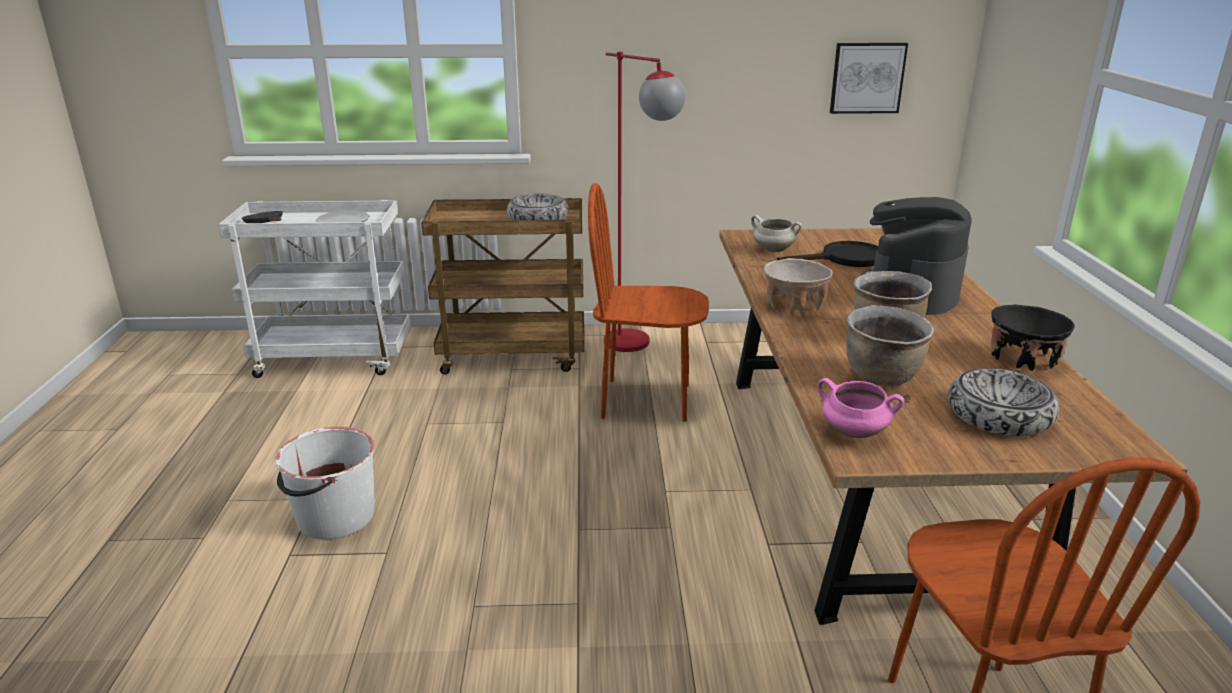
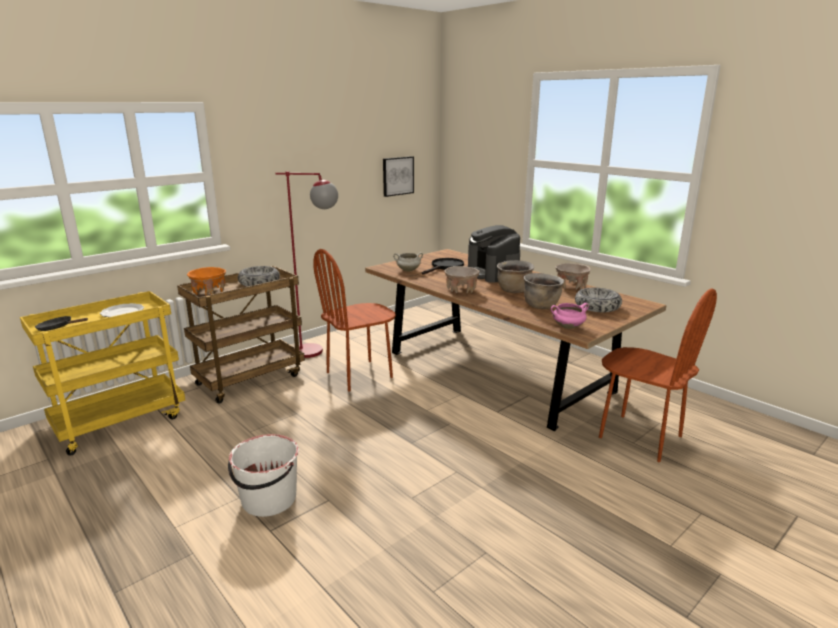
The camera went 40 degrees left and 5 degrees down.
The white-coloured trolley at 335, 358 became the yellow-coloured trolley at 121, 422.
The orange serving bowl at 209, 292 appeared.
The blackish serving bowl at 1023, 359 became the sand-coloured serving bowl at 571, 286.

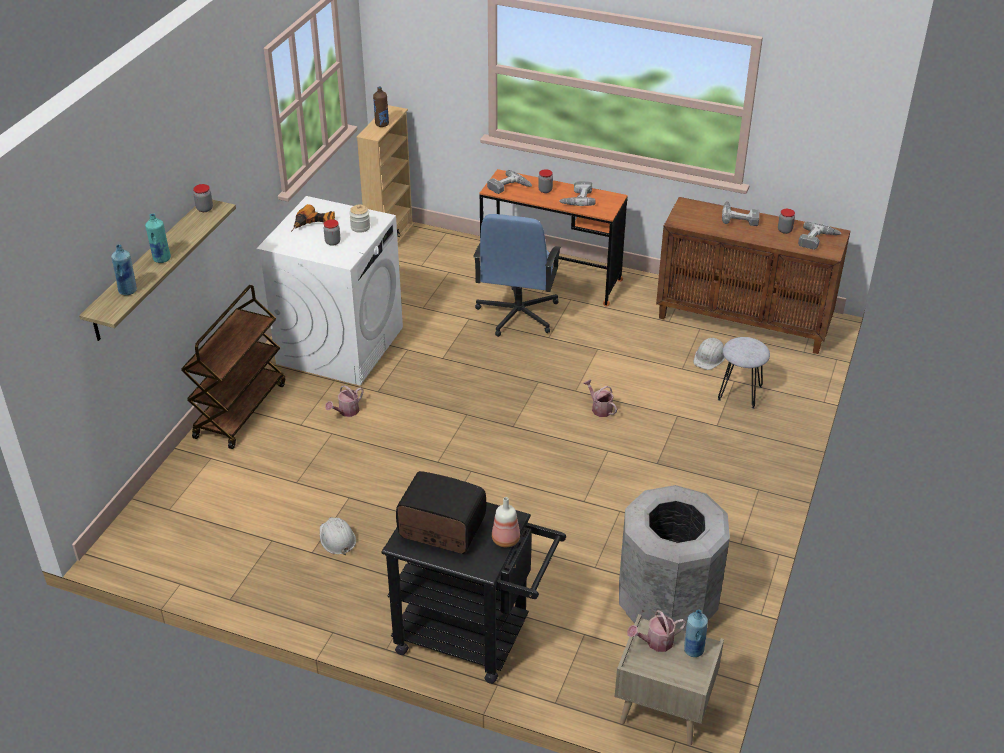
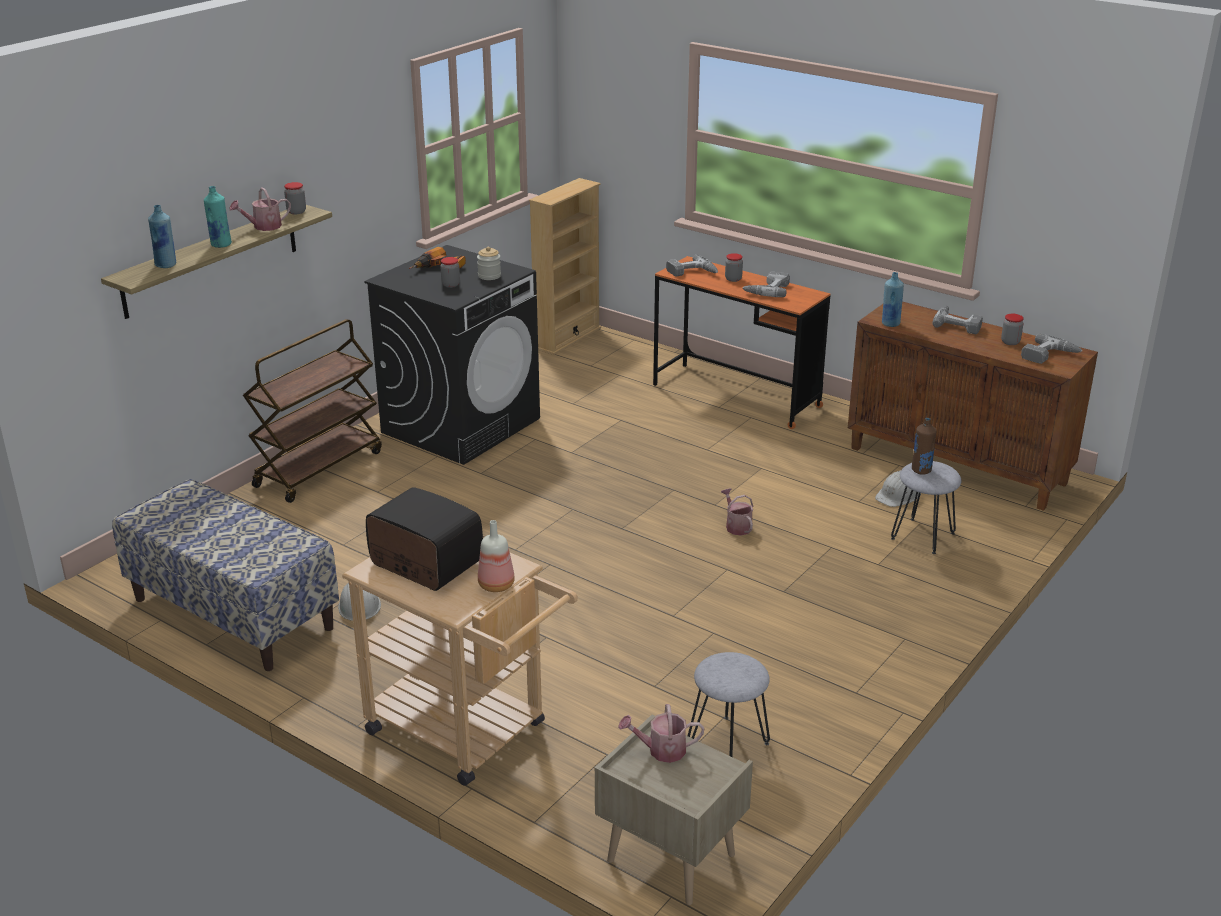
The camera went 15 degrees right and 10 degrees down.
The indoor bench at 232, 614 appeared.
The watering can moved from 346, 411 to 263, 227.
The blackish trolley at 474, 637 became the sand-coloured trolley at 467, 733.
The white-coloured laundry appliance at 340, 345 became the blackish laundry appliance at 461, 425.
The greyish waste bin at 666, 606 was replaced by the greyish stool seat at 727, 743.
The blue-coloured beverage bottle moved from 693, 650 to 890, 324.
The brown beverage bottle moved from 382, 124 to 921, 470.
The blue-coloured desk chair at 517, 314 disappeared.

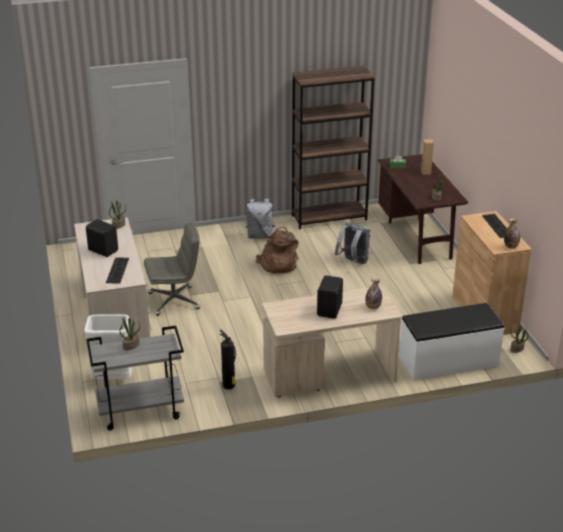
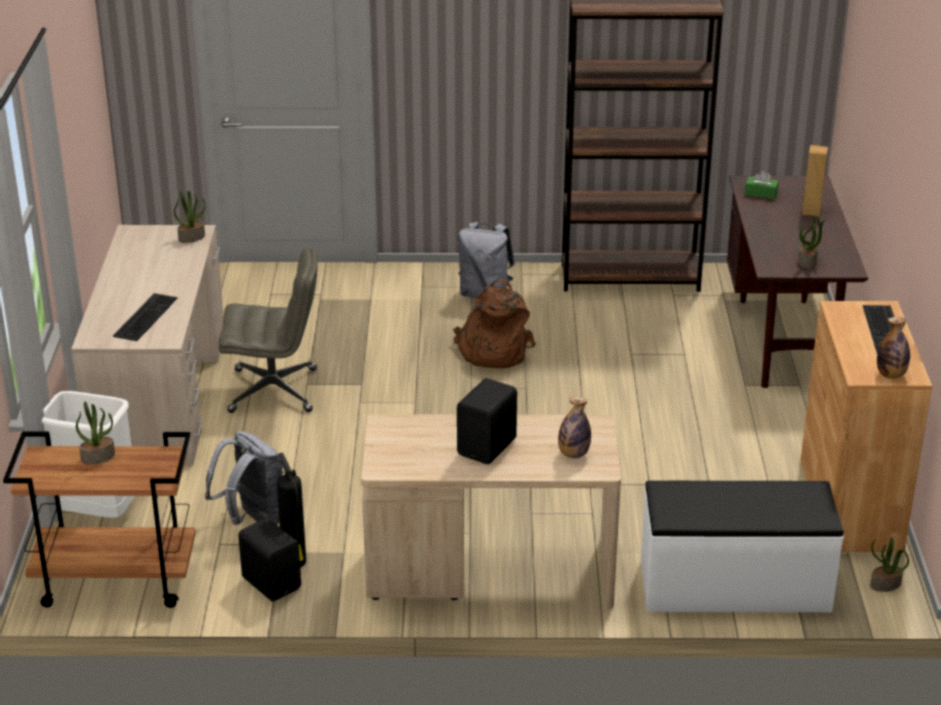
The camera went 15 degrees right and 0 degrees up.
The greyish trolley at 140, 411 became the brown trolley at 114, 582.
The greyish backpack moved from 353, 262 to 252, 519.
The blackish loudspeaker moved from 103, 250 to 272, 582.

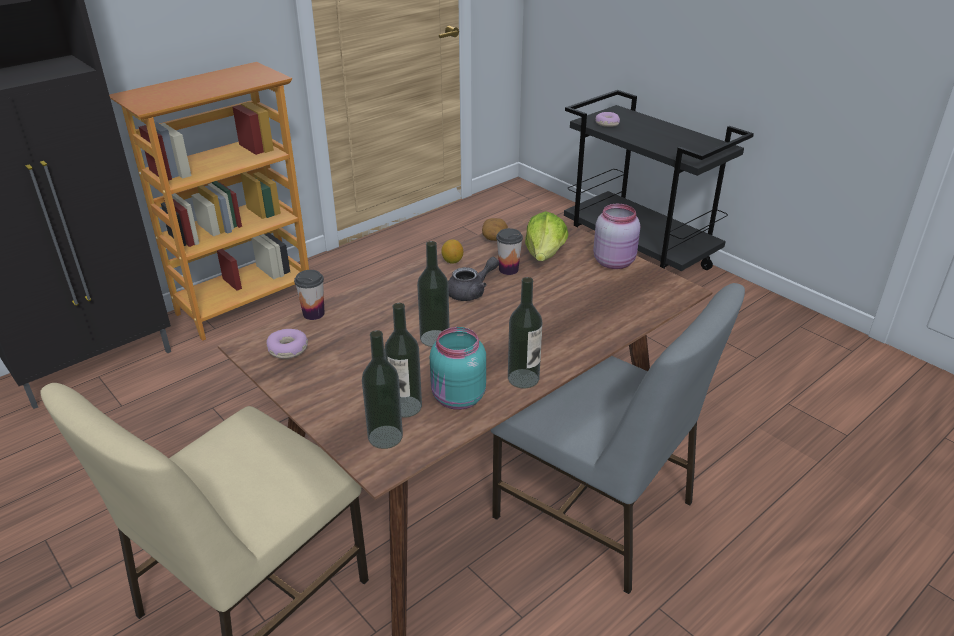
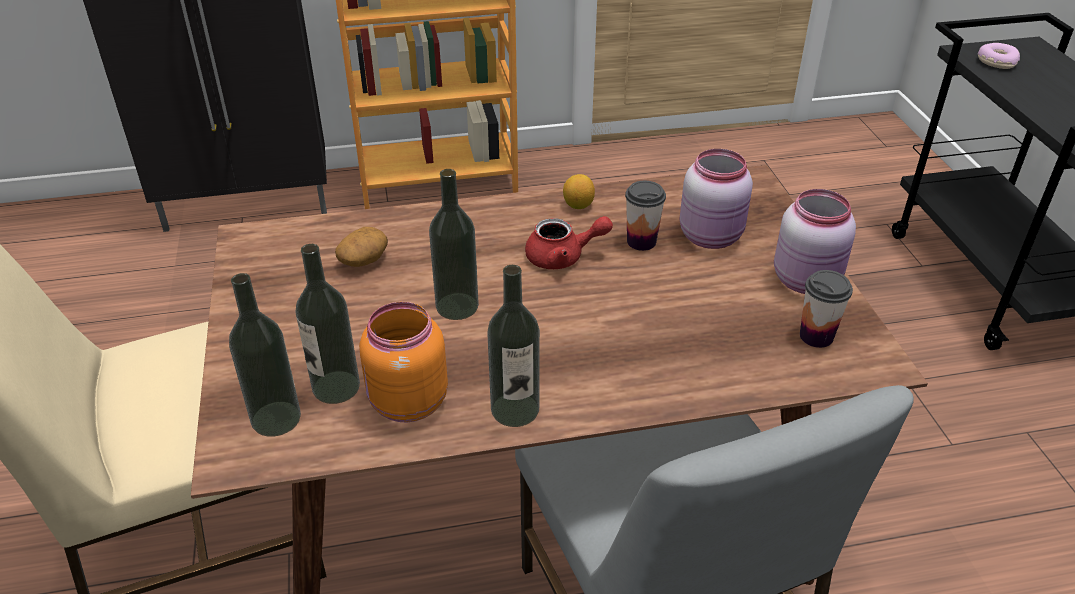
The camera went 30 degrees right and 5 degrees up.
The whole potato moved from 494, 238 to 363, 260.
The turquoise preserve jar at 457, 398 became the orange preserve jar at 406, 403.
The greyish teapot at 471, 292 became the red-coloured teapot at 563, 257.
The lettuce at 545, 255 was replaced by the pink-coloured preserve jar at 712, 236.
The cup moved from 313, 314 to 816, 336.
The doughnut at 288, 349 disappeared.

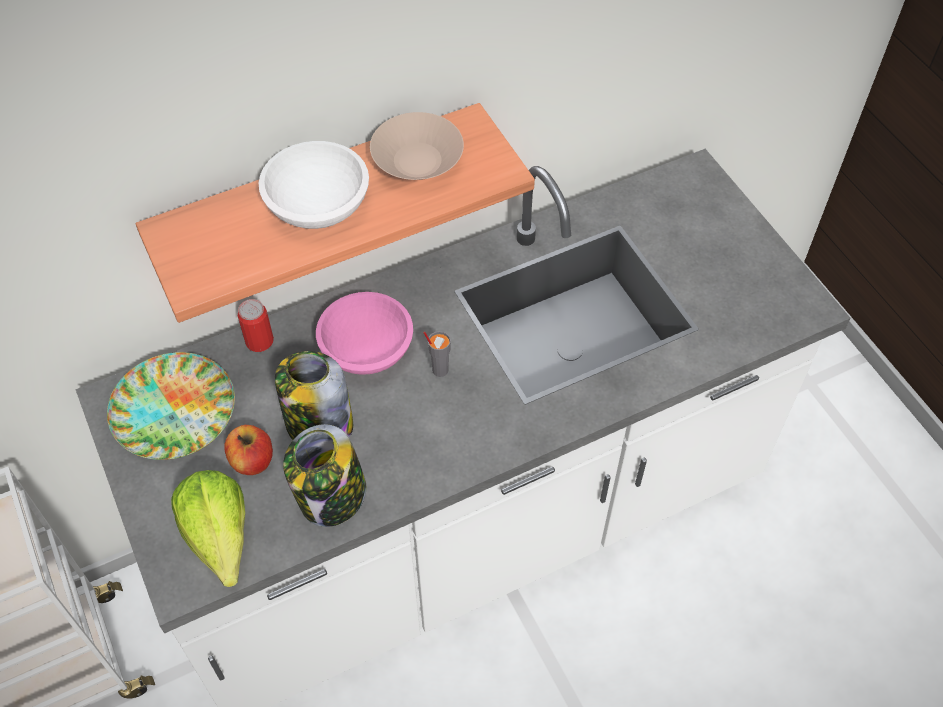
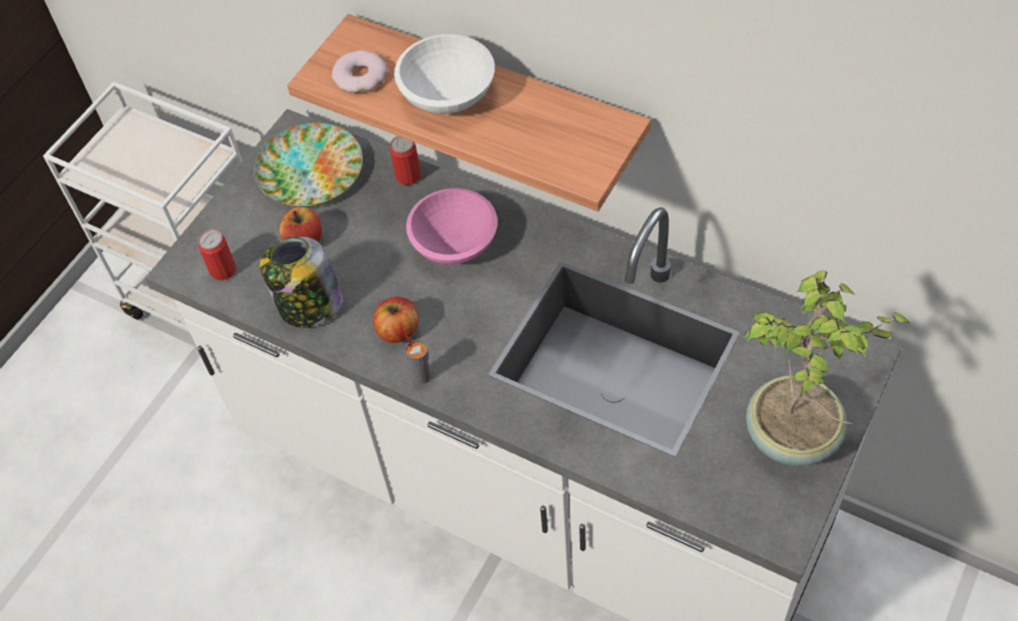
The camera went 60 degrees right and 0 degrees up.
The lettuce at 220, 548 was replaced by the metal can at 223, 270.
The doughnut at 360, 76 appeared.
The apple at 398, 330 appeared.
The greyish cup moved from 439, 370 to 422, 376.
The plant in a pot at 793, 437 appeared.
The preserve jar at 318, 424 disappeared.
The sand-coloured serving bowl at 416, 163 disappeared.

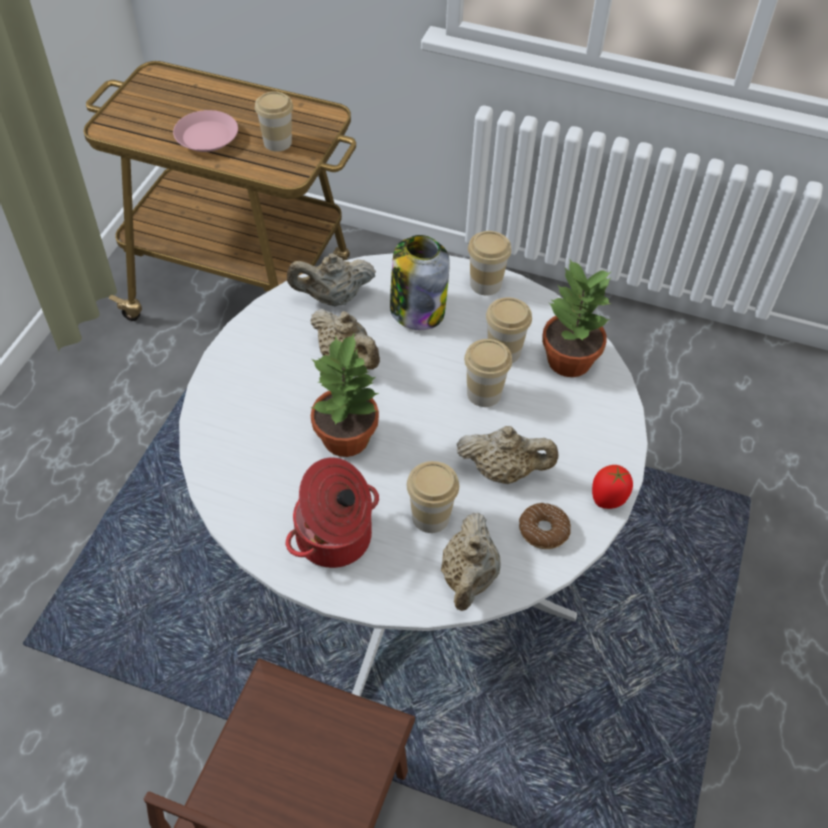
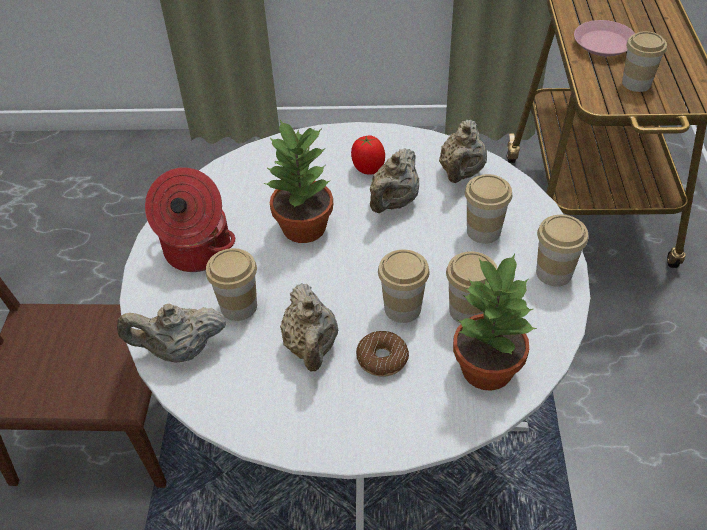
The camera went 75 degrees right and 5 degrees down.
The fresh tomato moved from 608, 499 to 368, 169.
The doughnut moved from 543, 530 to 382, 359.
The sand-coloured teapot at 333, 298 turned 135 degrees counterclockwise.
The preserve jar at 417, 309 was replaced by the cup at 483, 231.

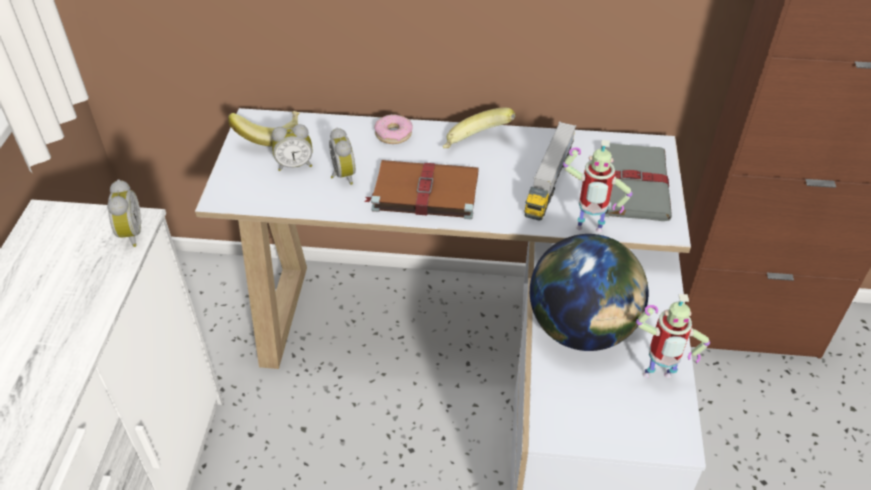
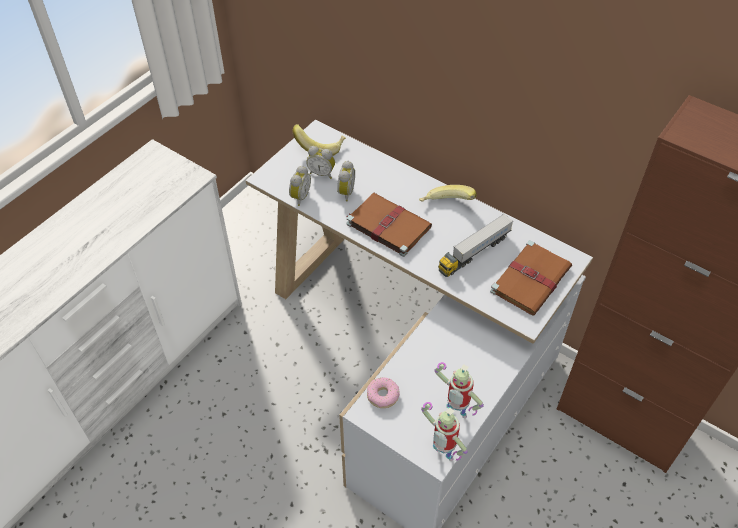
The camera went 30 degrees right and 5 degrees up.
The bedside clock moved from 129, 234 to 299, 197.
The doughnut moved from 393, 134 to 383, 395.
The robot figure moved from 588, 231 to 441, 455.
The greyish book at 633, 183 became the brown book at 531, 279.
The globe at 582, 328 disappeared.

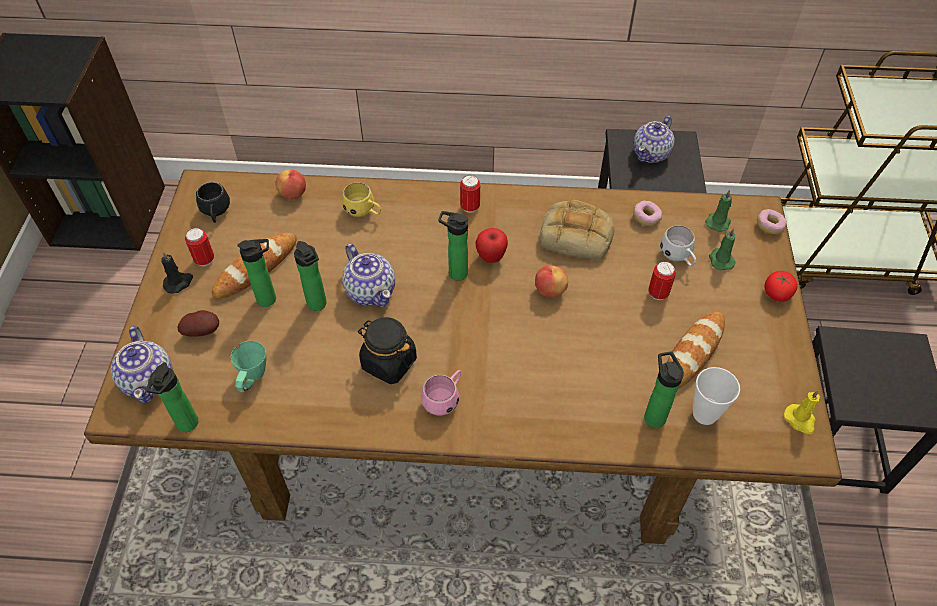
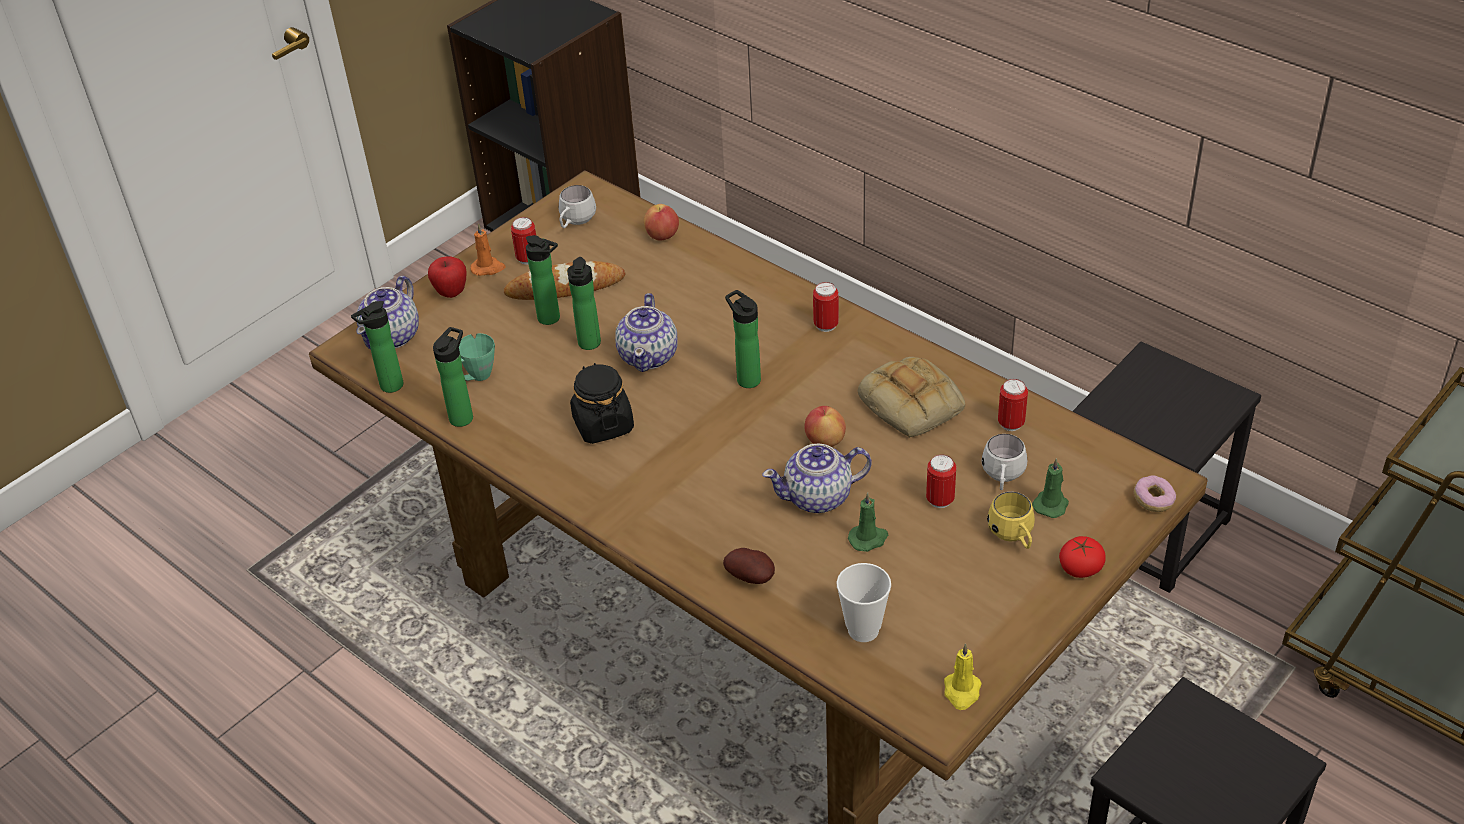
The camera went 40 degrees right and 10 degrees down.
The apple moved from 491, 257 to 451, 293.
The beverage bottle moved from 653, 415 to 463, 416.
The blackish wax candle at 178, 282 became the orange wax candle at 488, 268.
The blackish tea mug at 216, 214 became the white-coloured tea mug at 575, 223.
The whole potato moved from 203, 330 to 752, 577.
The teapot moved from 651, 153 to 819, 497.
The greenish wax candle moved from 718, 222 to 868, 539.
The yellow-coloured tea mug moved from 364, 212 to 1013, 537.
The doughnut at 646, 218 was replaced by the metal can at 1011, 424.
The pink-coloured tea mug at 444, 399 disappeared.
The bakery bread at 692, 353 disappeared.

